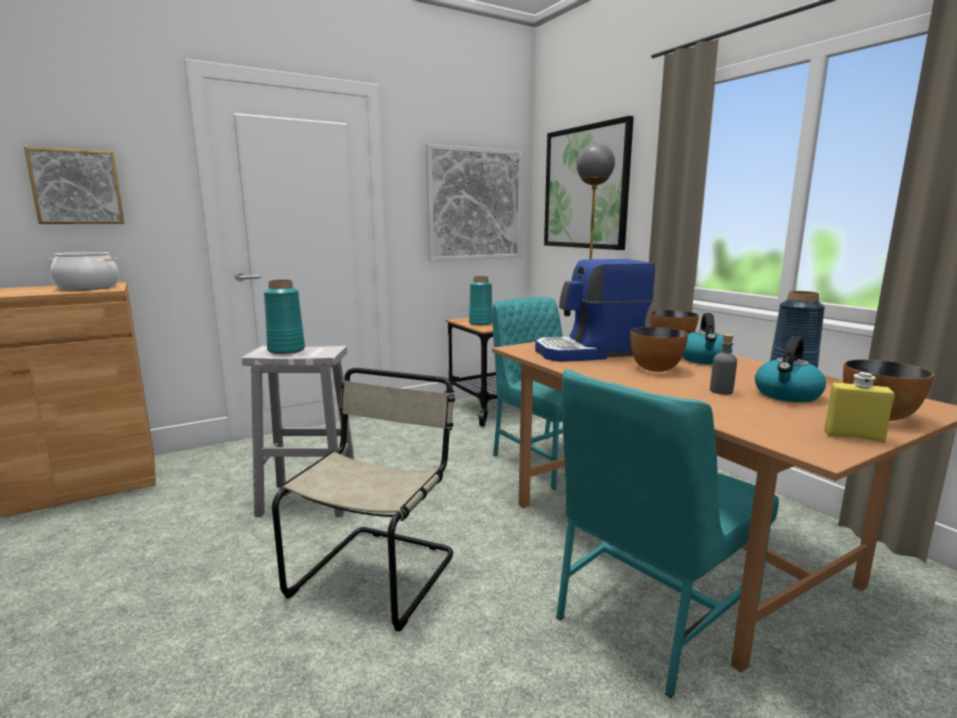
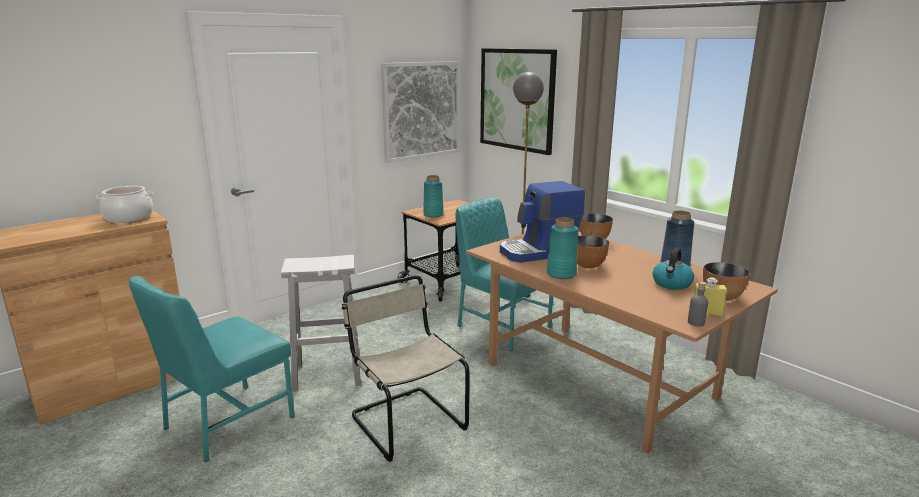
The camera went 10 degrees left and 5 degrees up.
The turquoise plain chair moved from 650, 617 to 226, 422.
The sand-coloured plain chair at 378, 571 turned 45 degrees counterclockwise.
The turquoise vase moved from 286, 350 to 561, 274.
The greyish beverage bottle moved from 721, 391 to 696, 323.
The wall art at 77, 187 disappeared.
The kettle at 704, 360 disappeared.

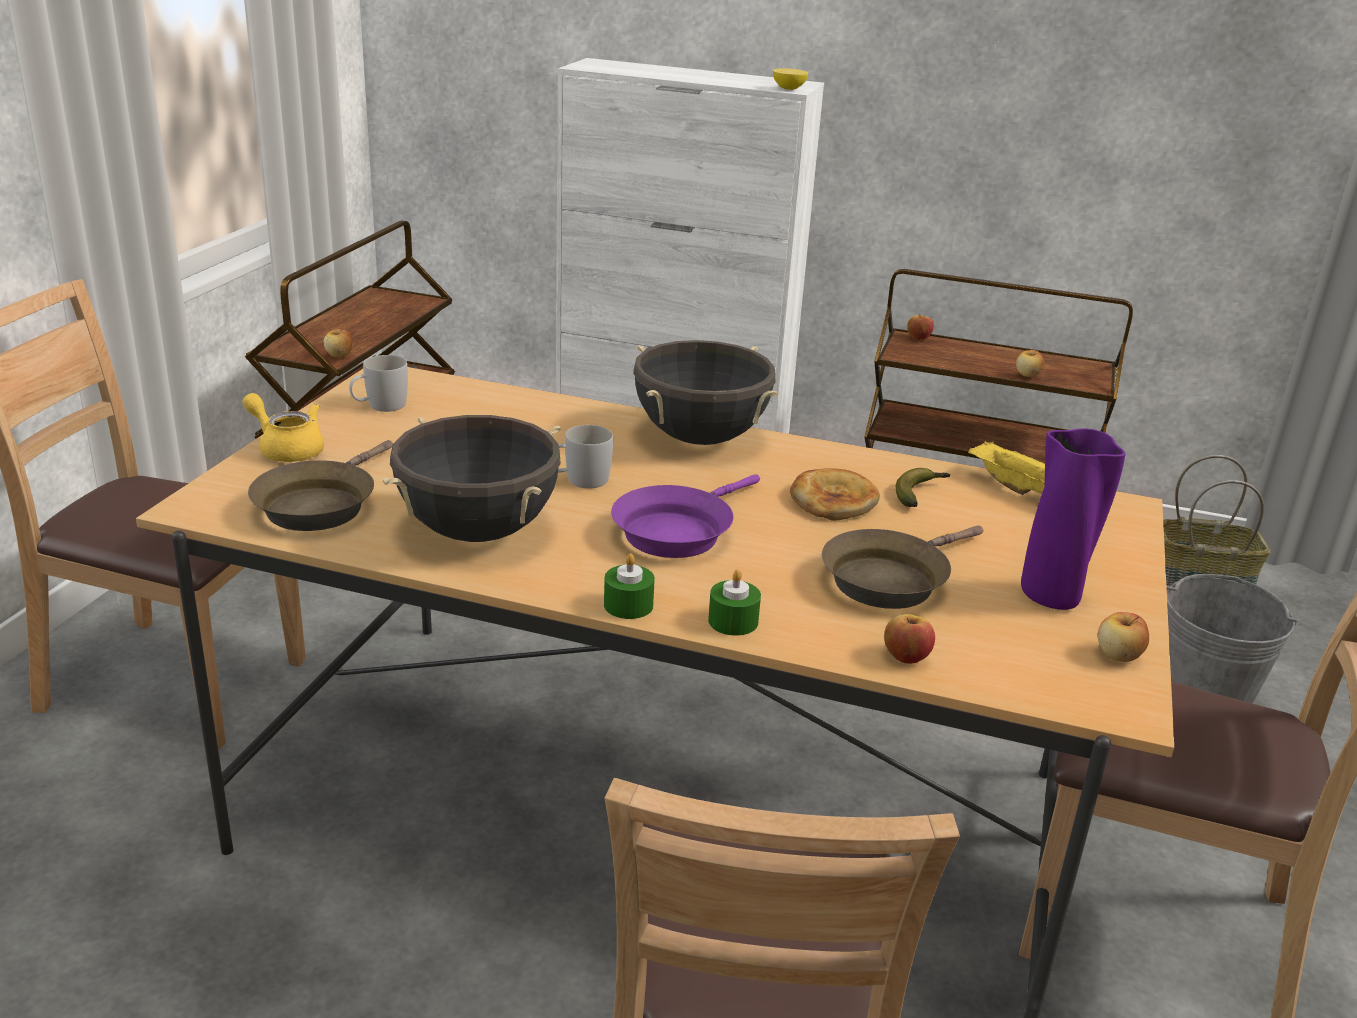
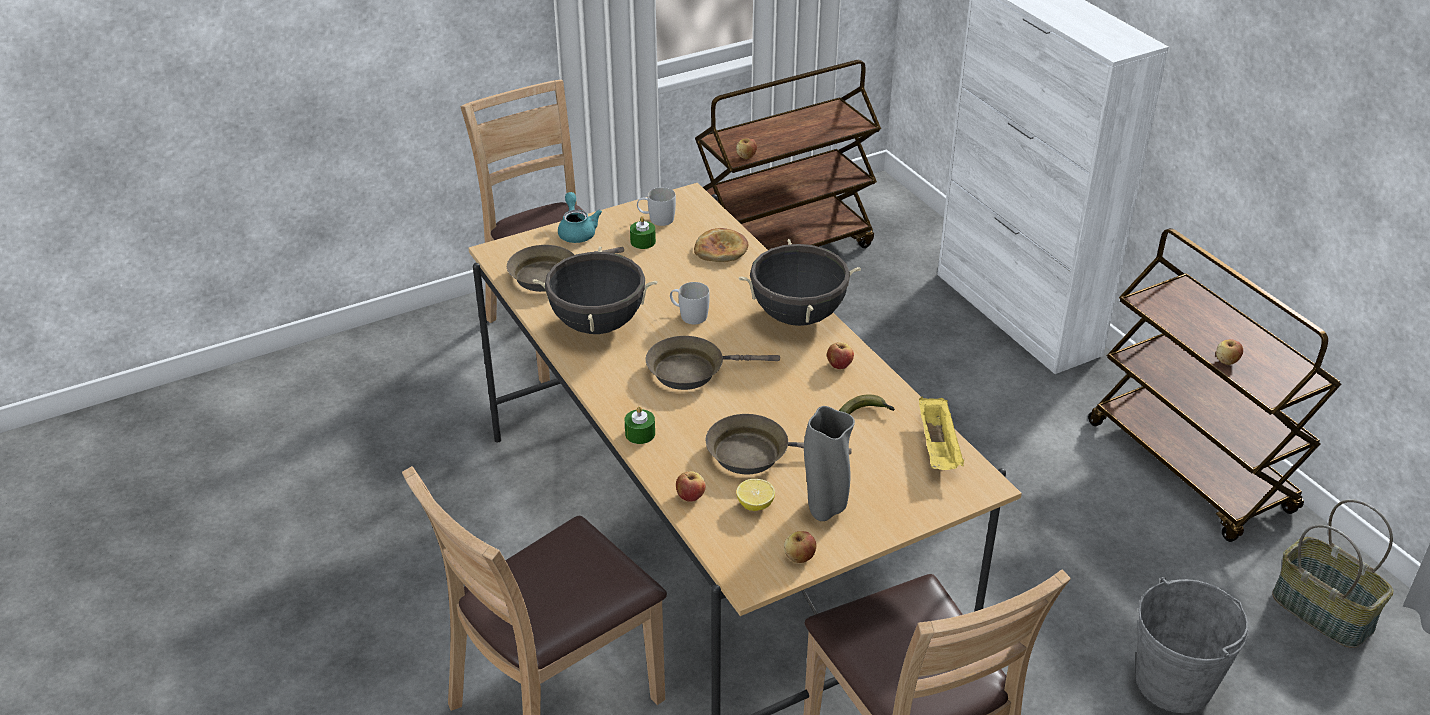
The camera went 45 degrees right and 10 degrees up.
The yellow-coloured teapot at 287, 449 became the turquoise teapot at 577, 231.
The greenish wax candle moved from 628, 605 to 643, 242.
The purple skillet at 678, 531 became the brown skillet at 692, 370.
The bakery bread moved from 833, 500 to 721, 249.
The citrus fruit moved from 789, 89 to 755, 505.
The purple vase at 1052, 597 became the greyish vase at 825, 510.
The apple moved from 918, 338 to 839, 365.

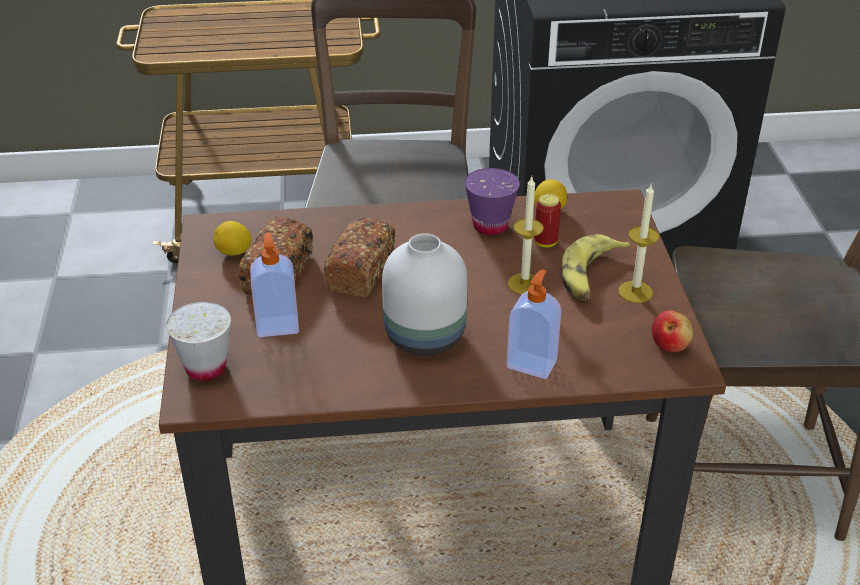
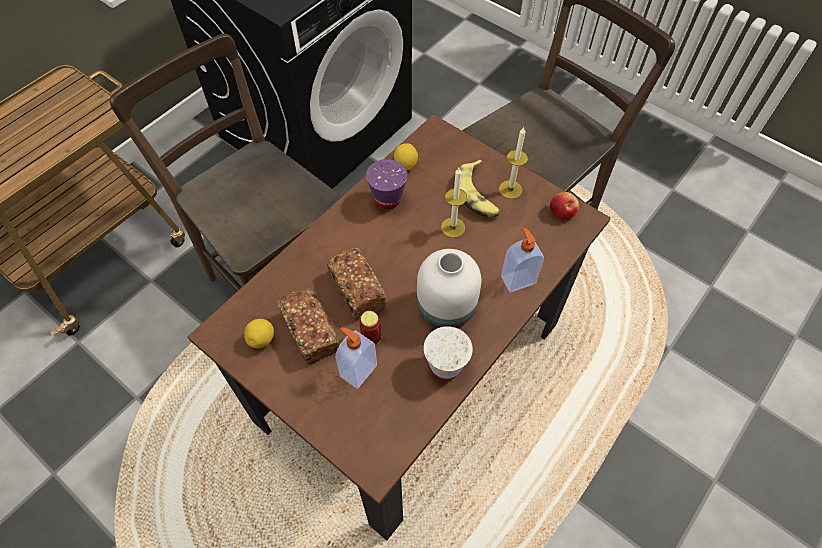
The camera went 45 degrees left and 20 degrees up.
The metal can moved from 545, 242 to 371, 338.
The white-coloured cup moved from 206, 368 to 445, 367.

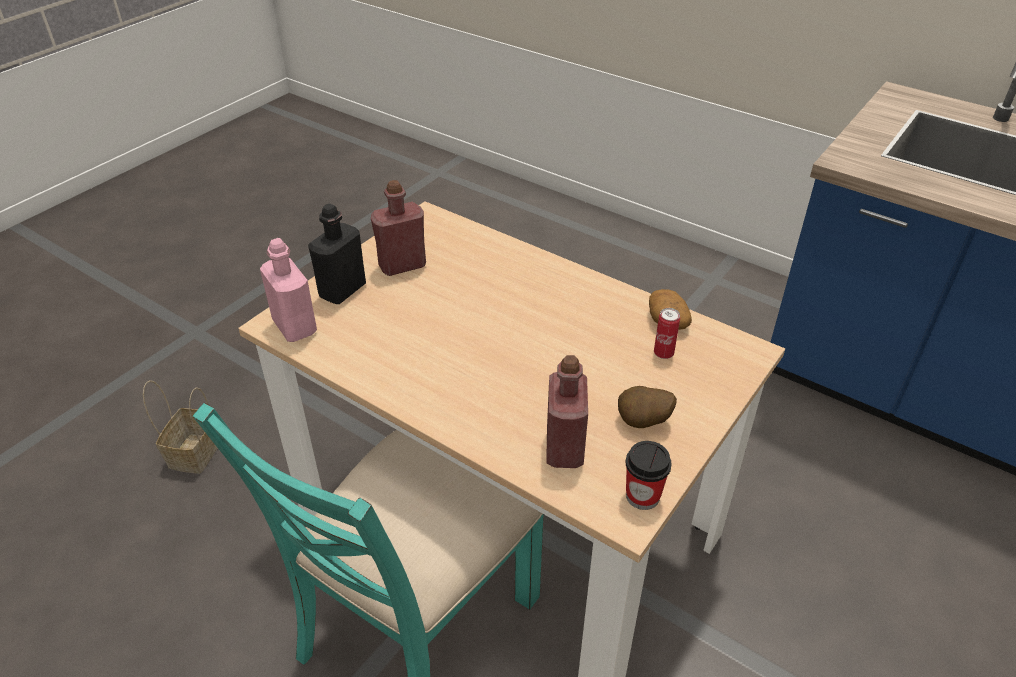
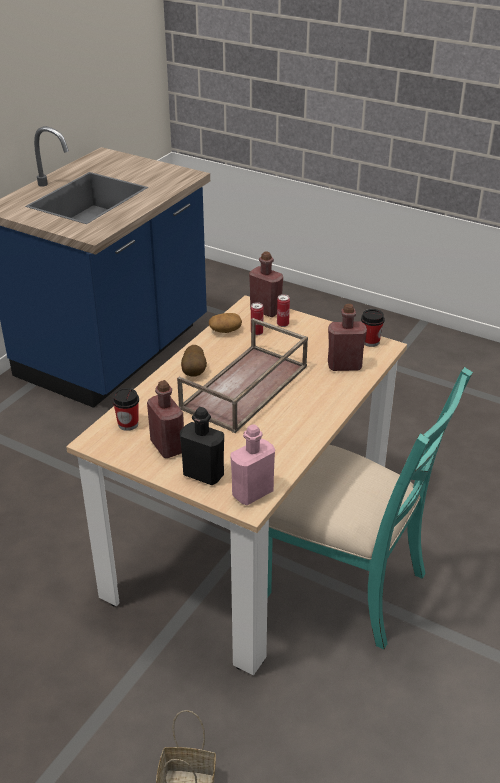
The camera went 95 degrees left and 5 degrees down.
The cup at 128, 424 appeared.
The brown carrying tray at 245, 388 appeared.
The whole potato moved from 643, 423 to 194, 372.
The red-coloured beverage bottle at 265, 310 appeared.
The metal can at 282, 324 appeared.

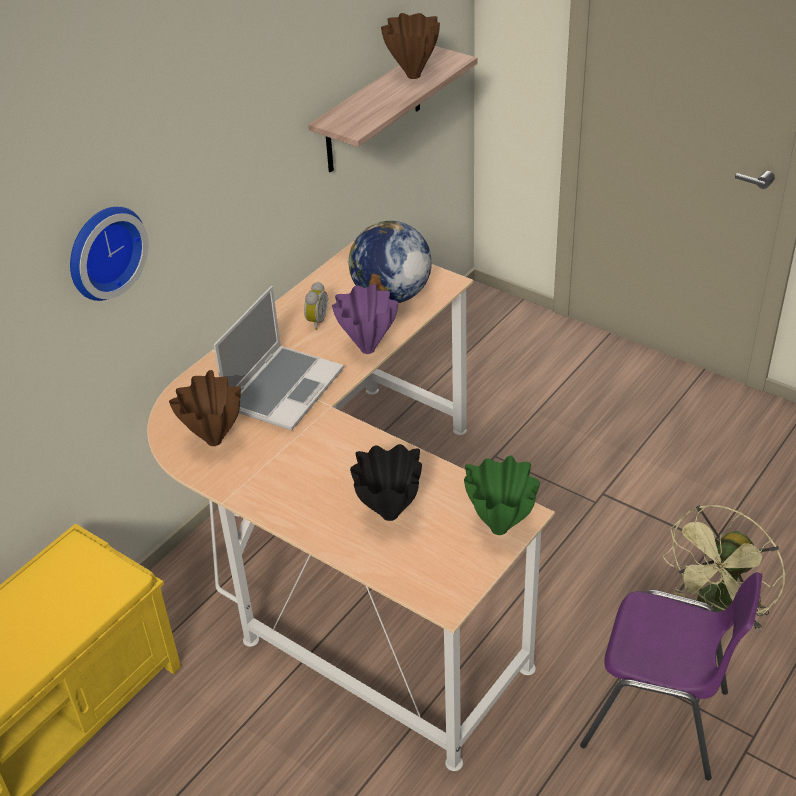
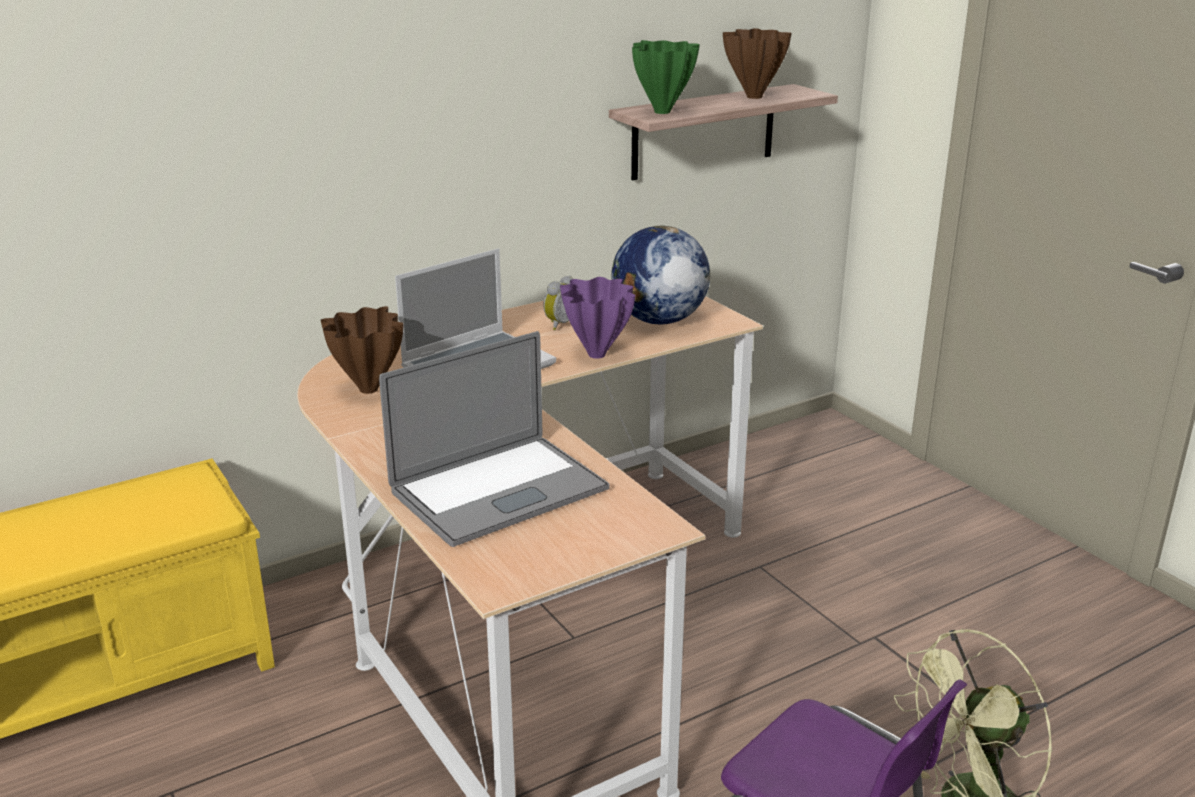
The camera went 20 degrees right and 15 degrees down.
The blackish vase at 388, 515 was replaced by the laptop at 499, 490.
The greenish vase moved from 500, 529 to 663, 112.
The wall clock at 102, 251 disappeared.

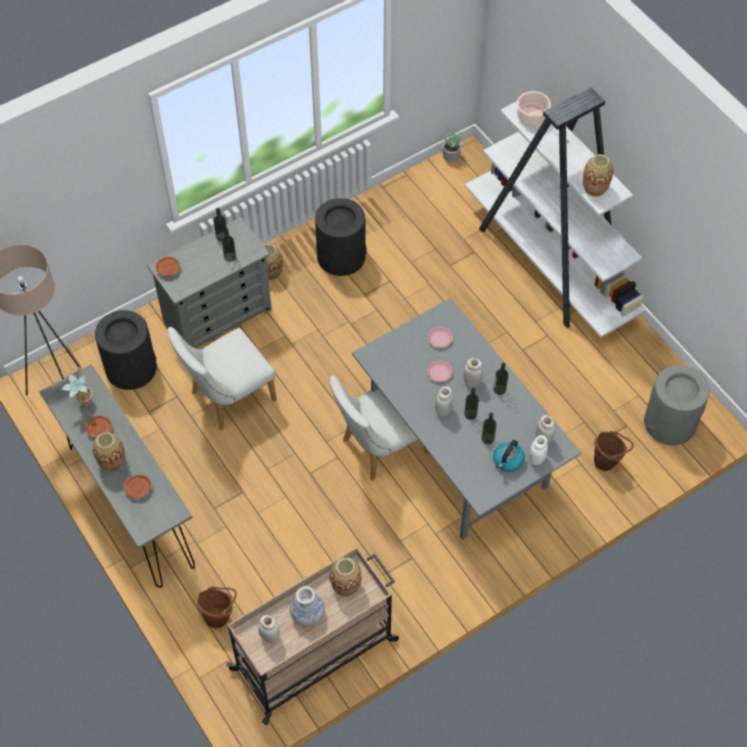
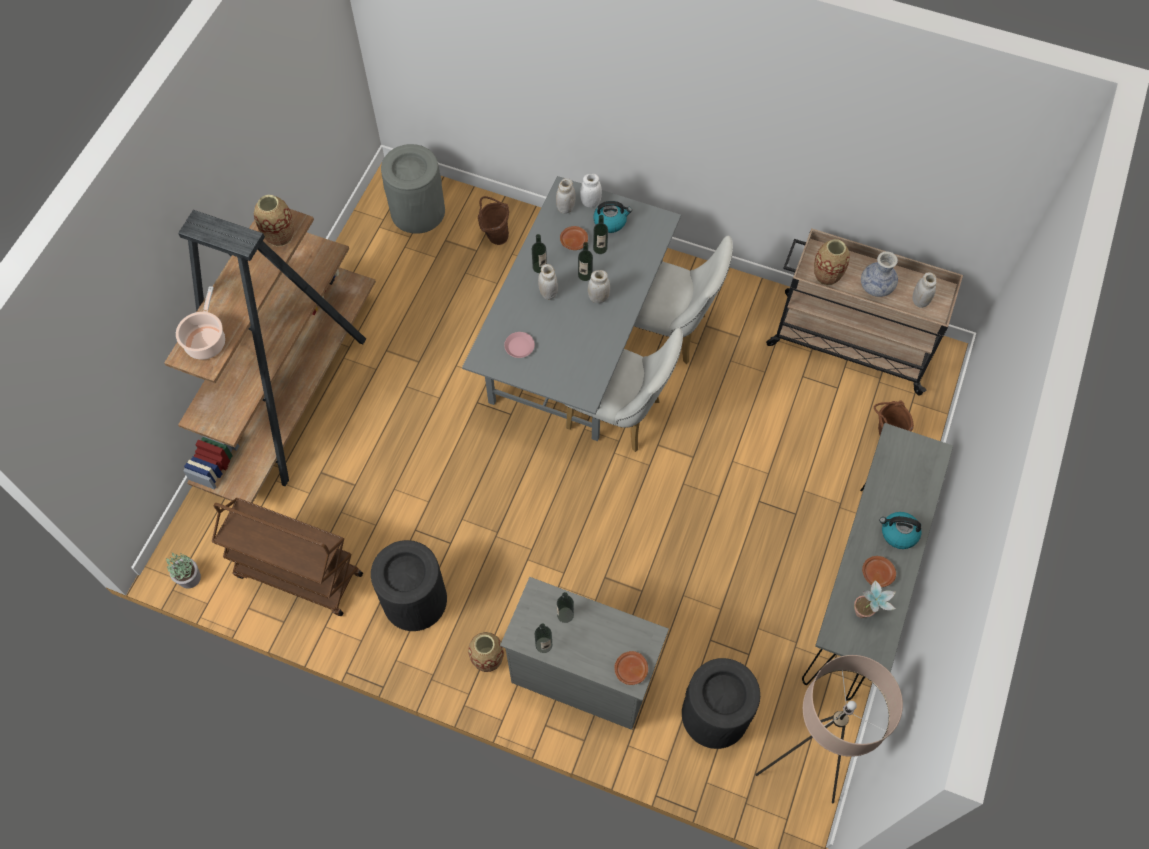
The camera went 125 degrees left and 5 degrees up.
The white-coloured shelving unit at 549, 265 became the brown shelving unit at 293, 395.
The brown trolley at 297, 575 appeared.
The brown plate moved from 139, 489 to 573, 241.
The white-coloured plain chair moved from 227, 399 to 669, 332.
The vase at 112, 462 was replaced by the kettle at 898, 533.
The pink-coloured plate at 439, 373 disappeared.

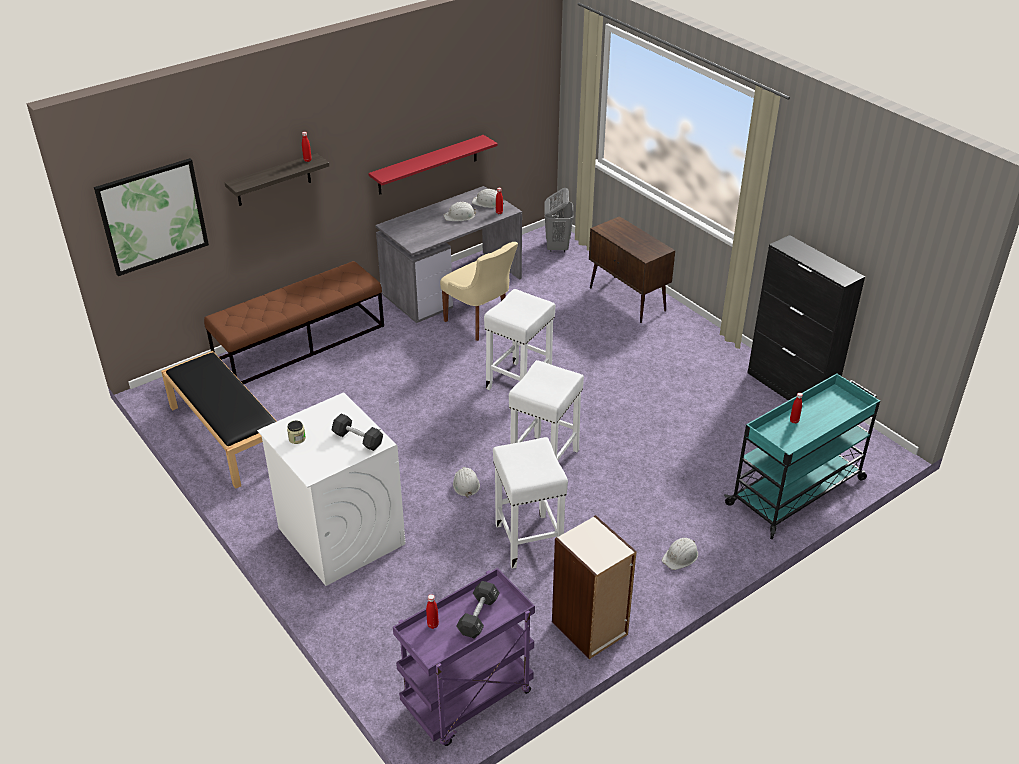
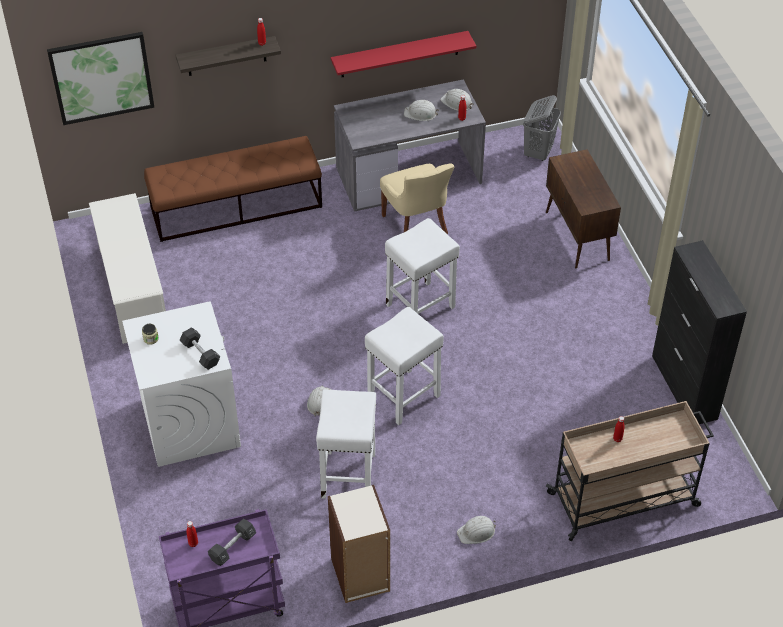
The camera went 20 degrees right and 10 degrees up.
The blackish indoor bench at 226, 434 was replaced by the white-coloured shoe stand at 133, 290.
The turquoise trolley at 797, 491 became the sand-coloured trolley at 625, 499.

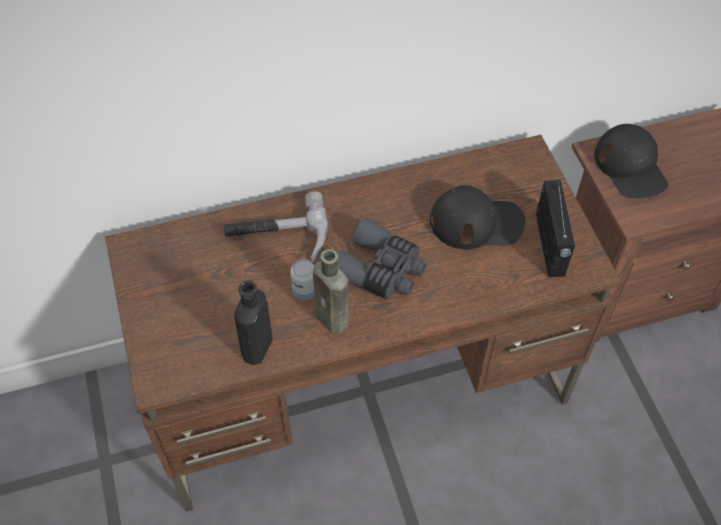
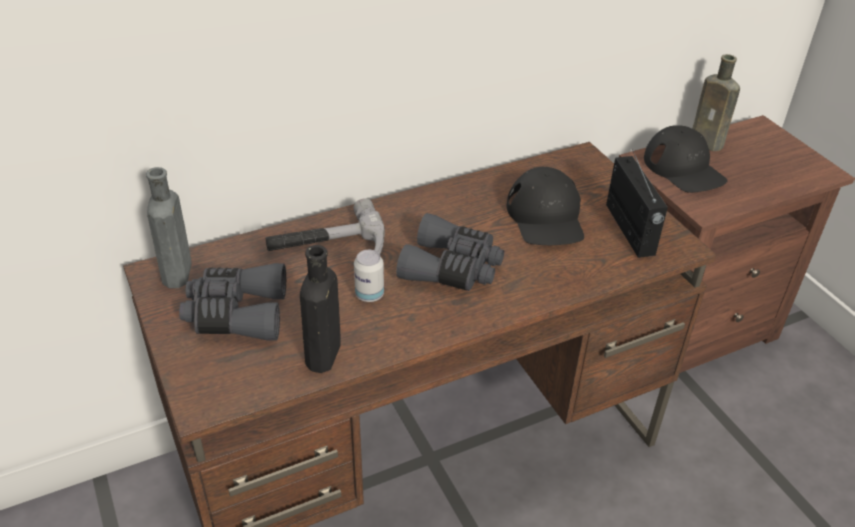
The camera went 10 degrees left and 15 degrees down.
The greyish beverage bottle at 177, 276 appeared.
The greyish binoculars at 236, 313 appeared.
The blackish cap at 476, 222 turned 90 degrees clockwise.
The brown beverage bottle moved from 334, 320 to 708, 144.

